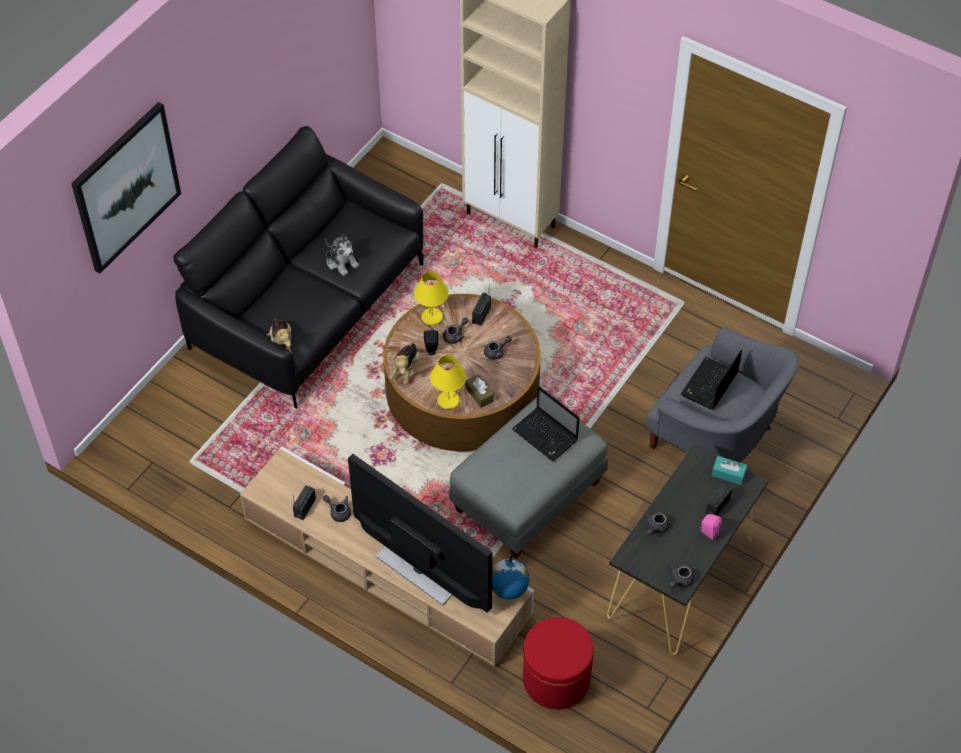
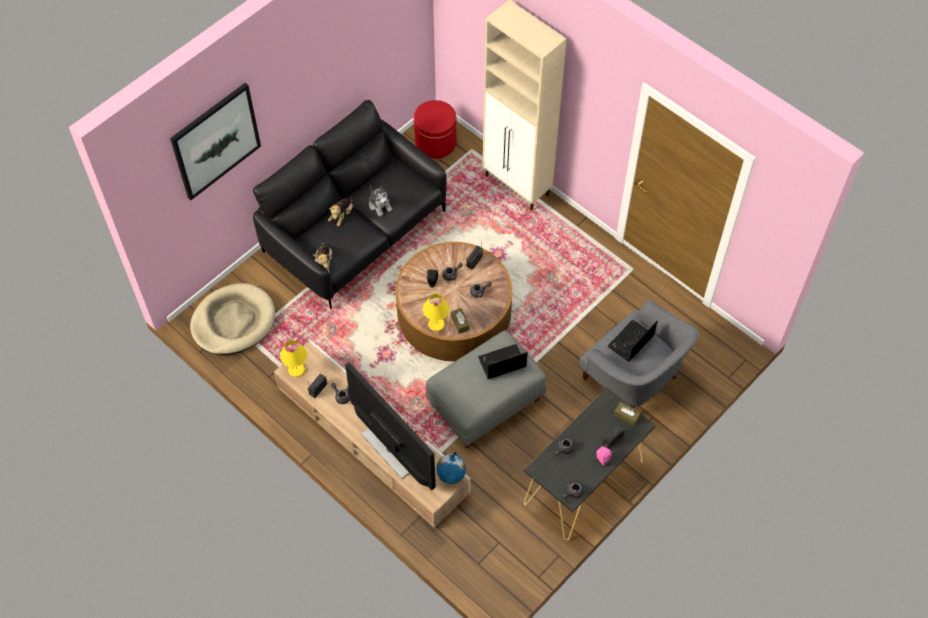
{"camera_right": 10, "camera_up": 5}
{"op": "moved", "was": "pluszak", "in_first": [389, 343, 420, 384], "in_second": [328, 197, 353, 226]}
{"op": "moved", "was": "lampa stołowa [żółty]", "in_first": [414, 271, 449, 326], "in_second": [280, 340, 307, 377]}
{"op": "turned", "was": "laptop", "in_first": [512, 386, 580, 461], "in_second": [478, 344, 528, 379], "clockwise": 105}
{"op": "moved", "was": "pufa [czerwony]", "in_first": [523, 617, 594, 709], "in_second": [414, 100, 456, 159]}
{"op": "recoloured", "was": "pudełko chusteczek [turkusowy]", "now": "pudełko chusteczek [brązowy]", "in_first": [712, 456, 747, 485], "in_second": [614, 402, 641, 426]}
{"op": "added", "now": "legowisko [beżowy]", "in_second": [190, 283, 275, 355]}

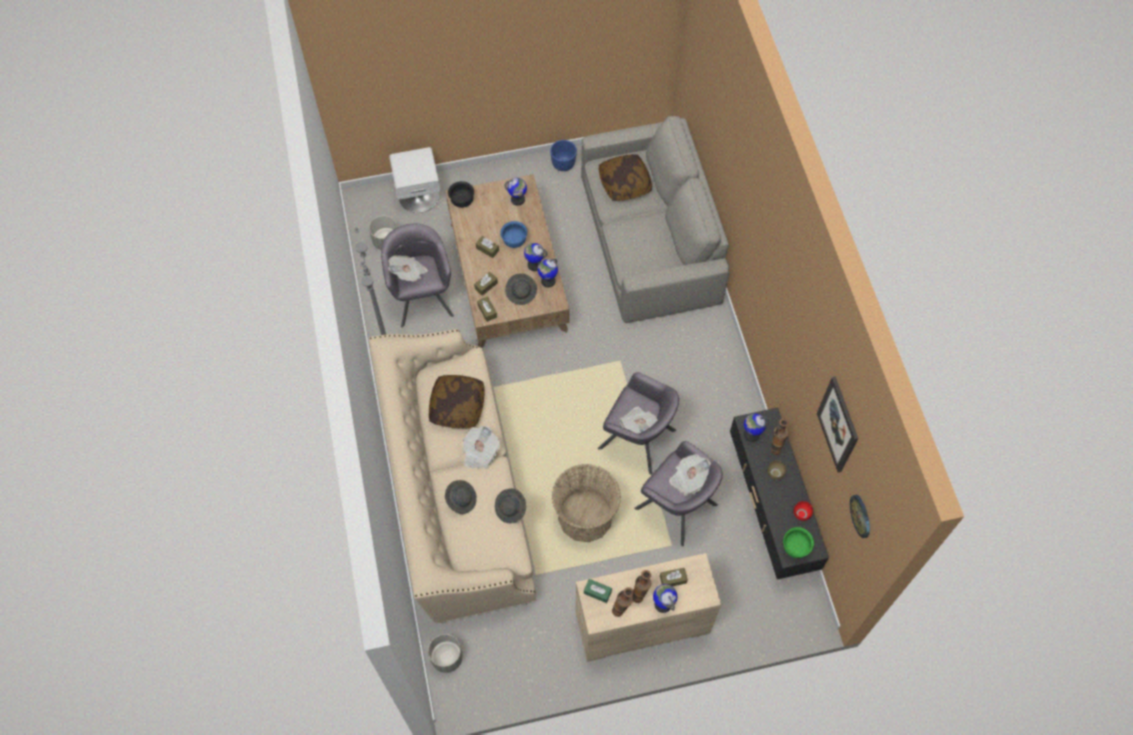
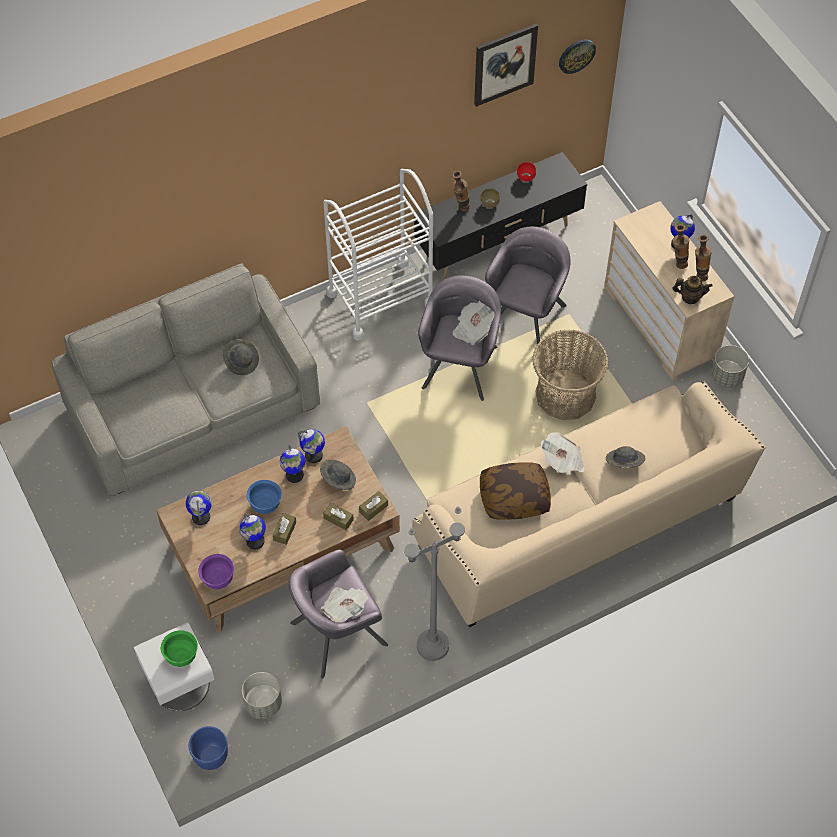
{"camera_right": -105, "camera_up": -5}
{"op": "moved", "was": "donica [szary]", "in_first": [428, 634, 463, 673], "in_second": [711, 345, 749, 388]}
{"op": "recoloured", "was": "miska [czarny]", "now": "miska [fioletowy]", "in_first": [448, 181, 474, 208], "in_second": [198, 554, 234, 589]}
{"op": "moved", "was": "kapelusz [szary]", "in_first": [495, 488, 526, 523], "in_second": [223, 339, 259, 375]}
{"op": "moved", "was": "donica [niebieski]", "in_first": [550, 140, 577, 171], "in_second": [189, 726, 228, 770]}
{"op": "replaced", "was": "pudełko chusteczek [zielony]", "now": "imbryk", "in_first": [584, 579, 612, 603], "in_second": [672, 276, 713, 304]}
{"op": "removed", "was": "poduszka", "in_first": [599, 154, 652, 201]}
{"op": "removed", "was": "pudełko chusteczek [brązowy]", "in_first": [660, 568, 688, 586]}
{"op": "removed", "was": "gazeta", "in_first": [669, 454, 711, 496]}
{"op": "moved", "was": "globus", "in_first": [744, 414, 769, 442], "in_second": [240, 513, 266, 549]}
{"op": "moved", "was": "miska [zielony]", "in_first": [783, 527, 814, 558], "in_second": [161, 630, 198, 667]}
{"op": "added", "now": "wózek [biały]", "in_second": [323, 169, 433, 341]}

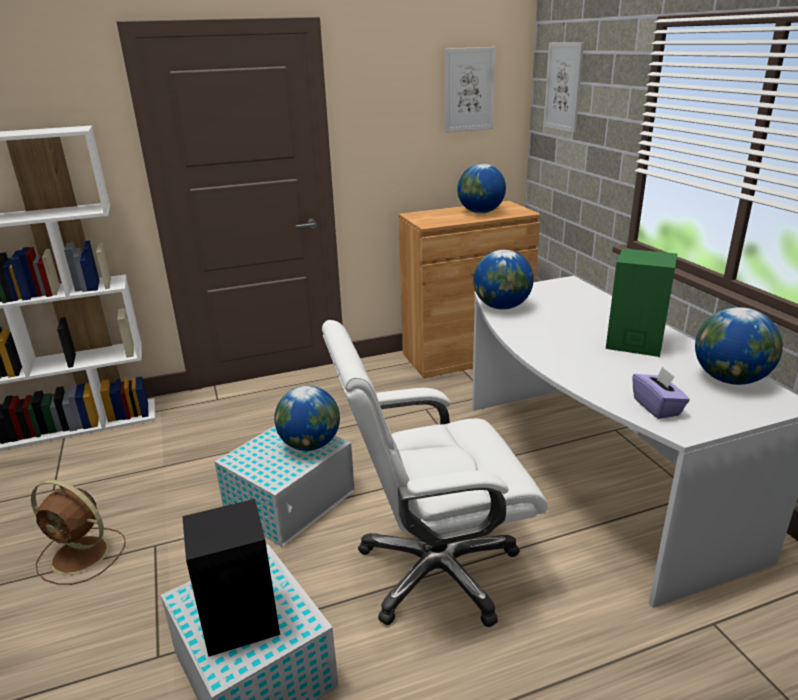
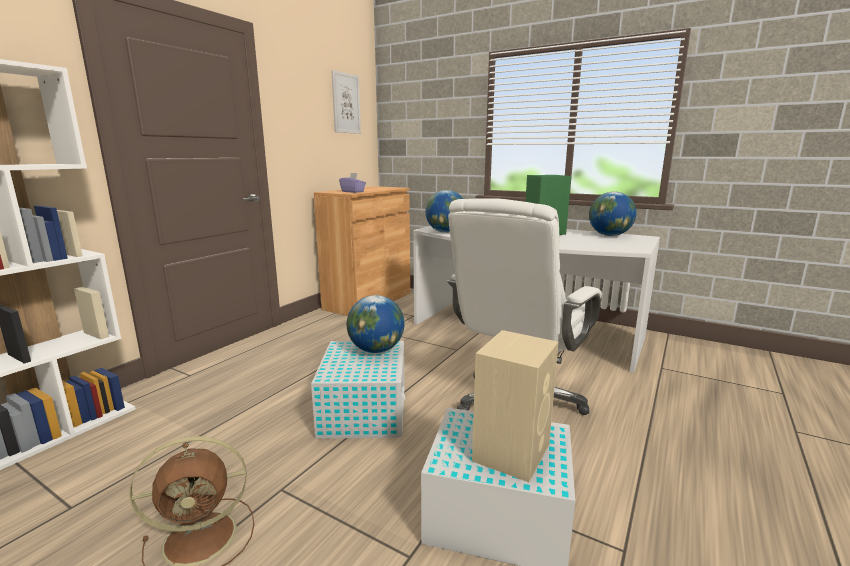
{"camera_right": -40, "camera_up": -10}
{"op": "recoloured", "was": "głośnik [czarny]", "now": "głośnik [beżowy]", "in_first": [182, 499, 280, 657], "in_second": [472, 330, 558, 482]}
{"op": "removed", "was": "globus", "in_first": [457, 164, 506, 213]}
{"op": "removed", "was": "obraz", "in_first": [543, 42, 584, 133]}
{"op": "moved", "was": "pudełko chusteczek [fioletowy]", "in_first": [632, 366, 690, 419], "in_second": [339, 173, 366, 193]}

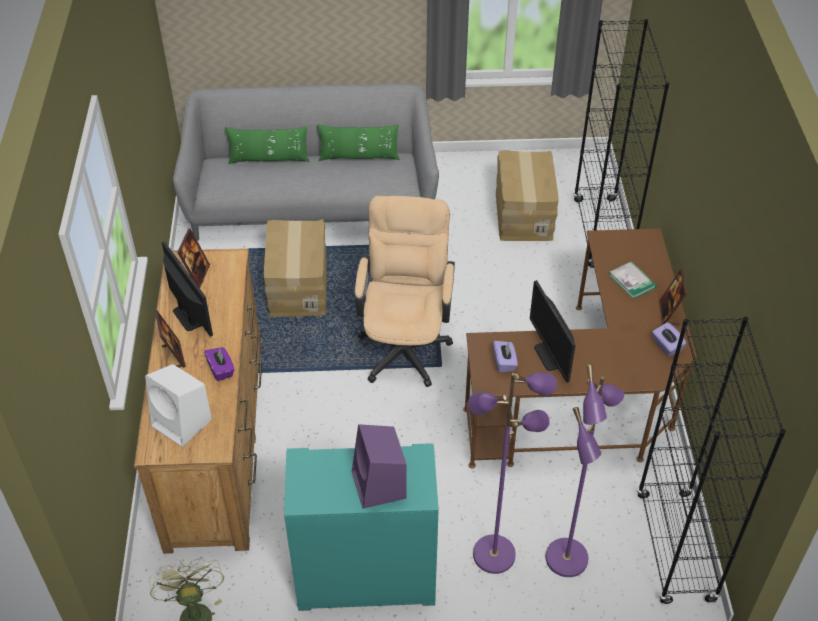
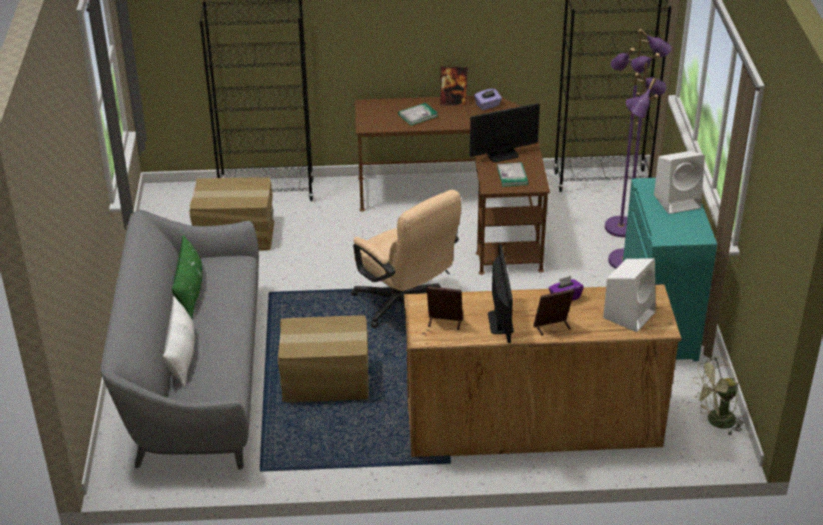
{"camera_right": -90, "camera_up": -10}
{"op": "turned", "was": "monitor", "in_first": [162, 241, 213, 337], "in_second": [488, 244, 514, 343], "clockwise": 120}
{"op": "recoloured", "was": "poduszka [zielony]", "now": "poduszka [biały]", "in_first": [225, 126, 309, 164], "in_second": [163, 296, 195, 388]}
{"op": "recoloured", "was": "głośnik [fioletowy]", "now": "głośnik [biały]", "in_first": [352, 424, 406, 509], "in_second": [654, 151, 705, 214]}
{"op": "turned", "was": "krzesło biurowe [beżowy]", "in_first": [355, 196, 455, 387], "in_second": [351, 190, 461, 328], "clockwise": -135}
{"op": "replaced", "was": "pudełko chusteczek [fioletowy]", "now": "książka", "in_first": [493, 341, 517, 373], "in_second": [497, 162, 529, 187]}

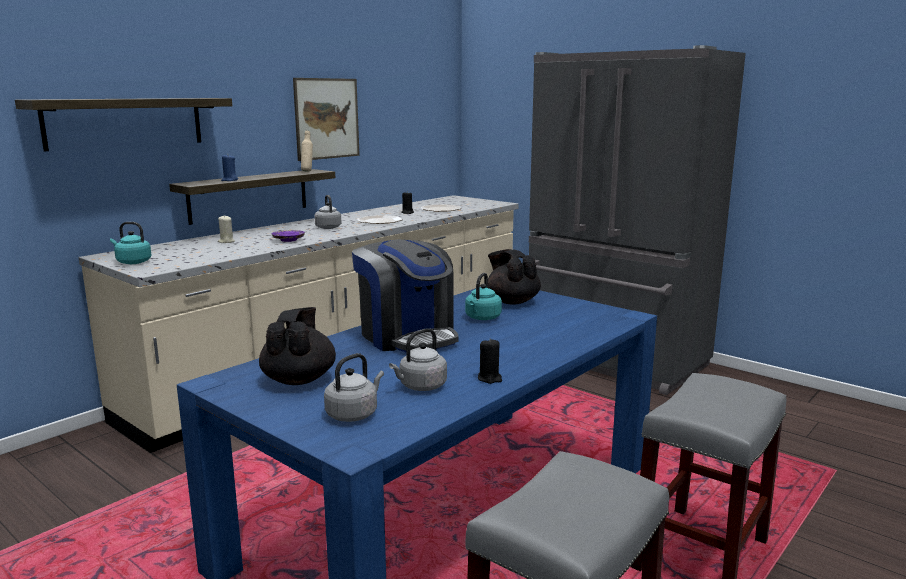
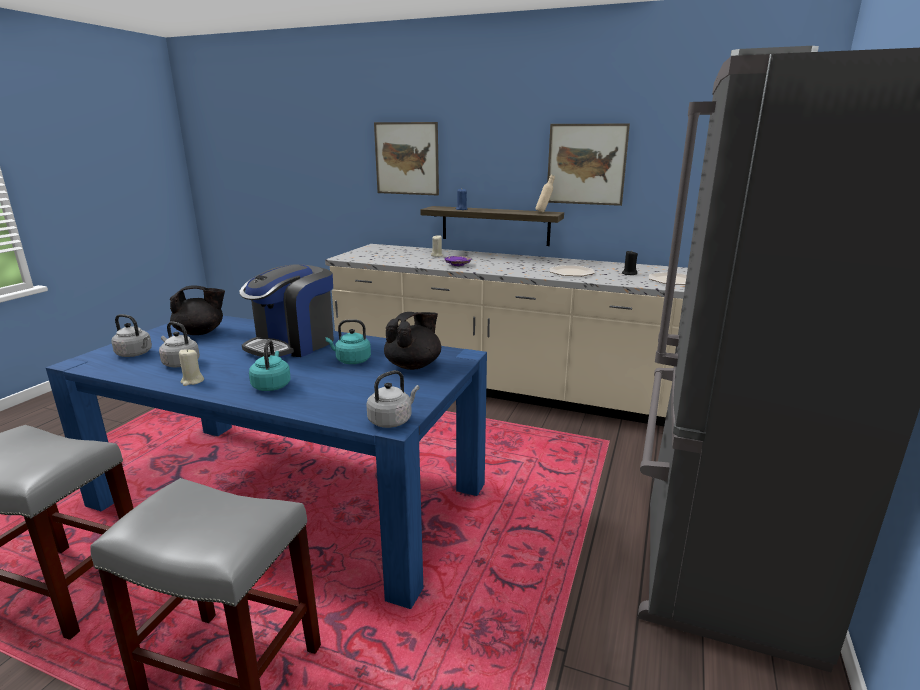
{"camera_right": 70, "camera_up": 5}
{"op": "replaced", "was": "półka", "now": "obraz", "in_first": [15, 98, 232, 151], "in_second": [374, 122, 439, 196]}
{"op": "moved", "was": "czajnik [turkusowy]", "in_first": [110, 222, 151, 264], "in_second": [249, 340, 291, 391]}
{"op": "moved", "was": "czajnik [szary]", "in_first": [314, 195, 341, 229], "in_second": [366, 370, 420, 428]}
{"op": "recoloured", "was": "świeca [czarny]", "now": "świeca [beżowy]", "in_first": [478, 338, 502, 384], "in_second": [179, 349, 204, 386]}

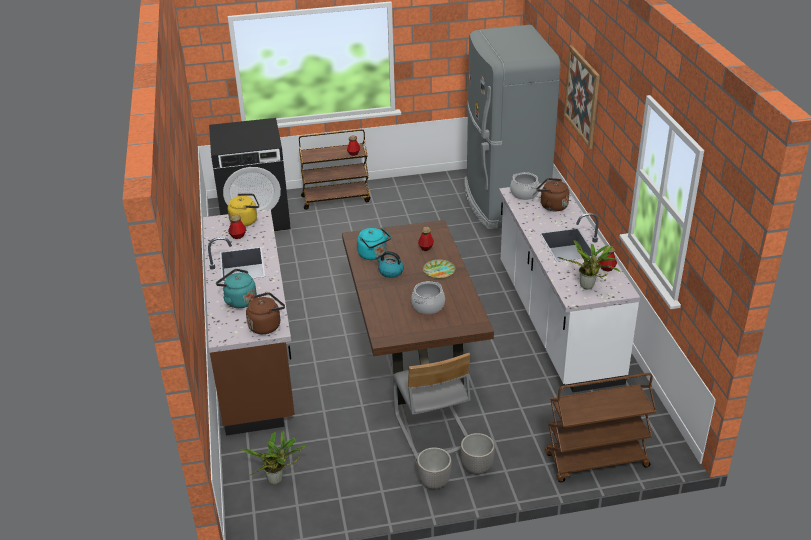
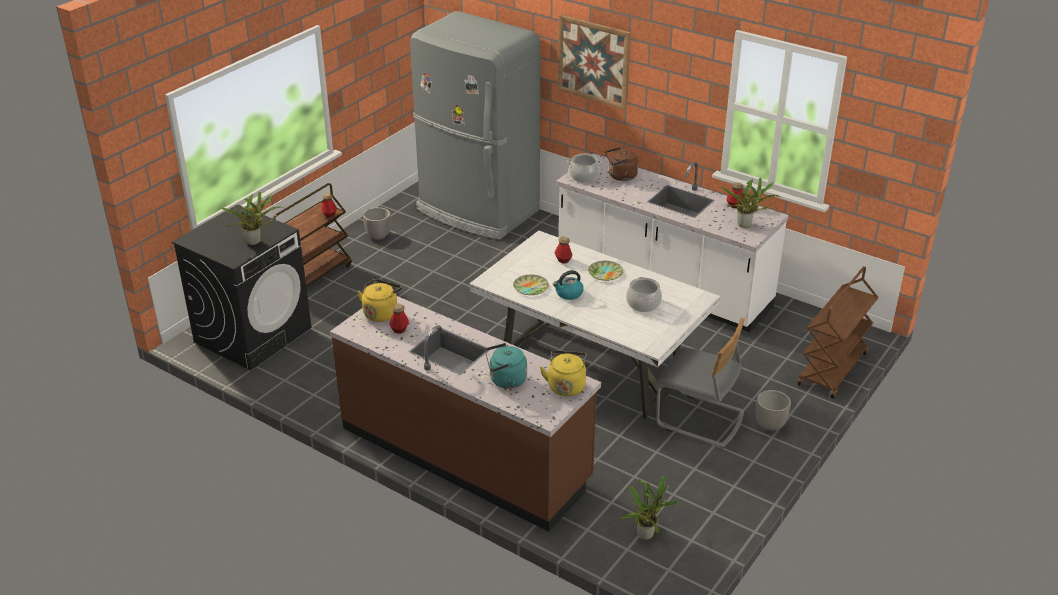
{"camera_right": -45, "camera_up": 0}
{"op": "recoloured", "was": "czajnik [brązowy]", "now": "czajnik [żółty]", "in_first": [246, 292, 285, 334], "in_second": [540, 350, 587, 396]}
{"op": "recoloured", "was": "stół jadalny [brązowy]", "now": "stół jadalny [biały]", "in_first": [342, 220, 494, 405], "in_second": [469, 230, 720, 419]}
{"op": "replaced", "was": "czajnik [turkusowy]", "now": "talerz", "in_first": [357, 228, 391, 260], "in_second": [513, 275, 549, 295]}
{"op": "moved", "was": "donica", "in_first": [417, 447, 452, 489], "in_second": [363, 207, 391, 240]}
{"op": "added", "now": "roślina doniczkowa", "in_second": [219, 192, 284, 245]}

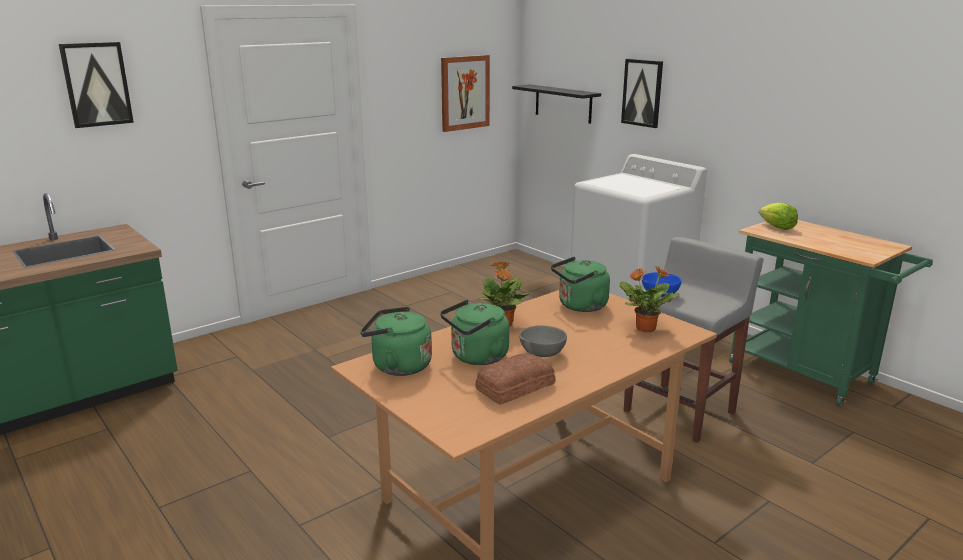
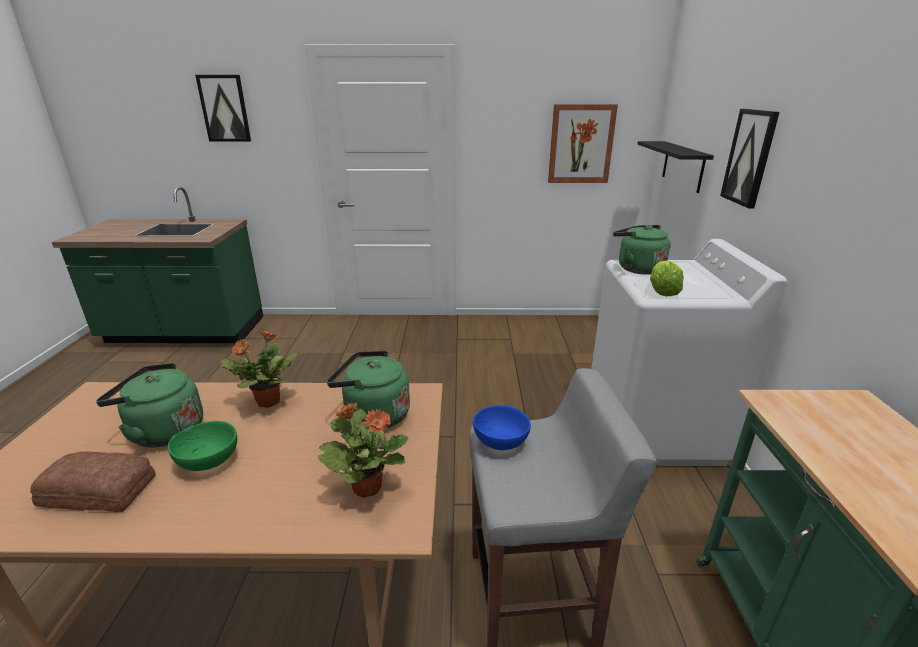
{"camera_right": 40, "camera_up": 5}
{"op": "moved", "was": "czajnik [zielony]", "in_first": [360, 307, 432, 376], "in_second": [613, 225, 671, 275]}
{"op": "recoloured", "was": "miska [szary]", "now": "miska [zielony]", "in_first": [519, 325, 567, 357], "in_second": [168, 421, 237, 471]}
{"op": "moved", "was": "sałata", "in_first": [759, 203, 798, 230], "in_second": [650, 261, 684, 296]}

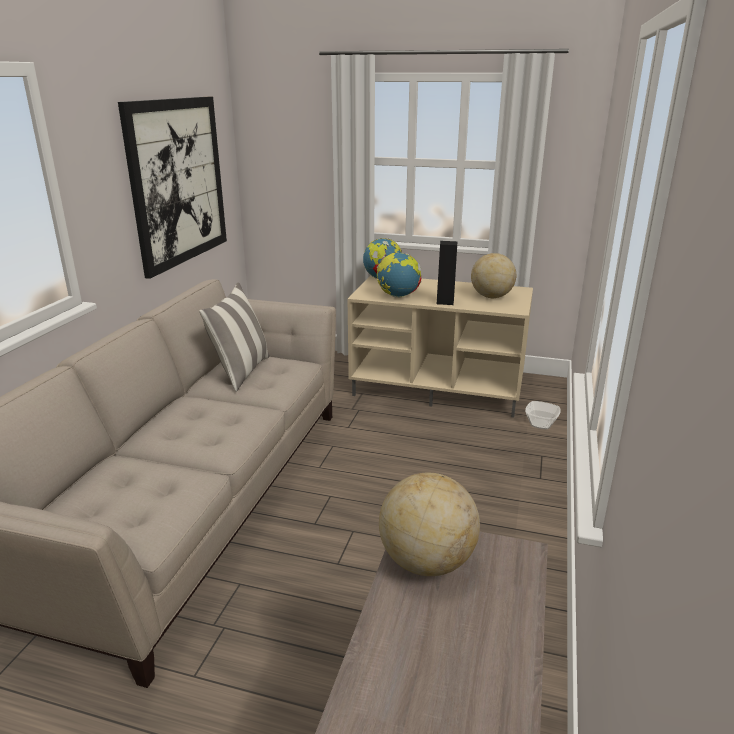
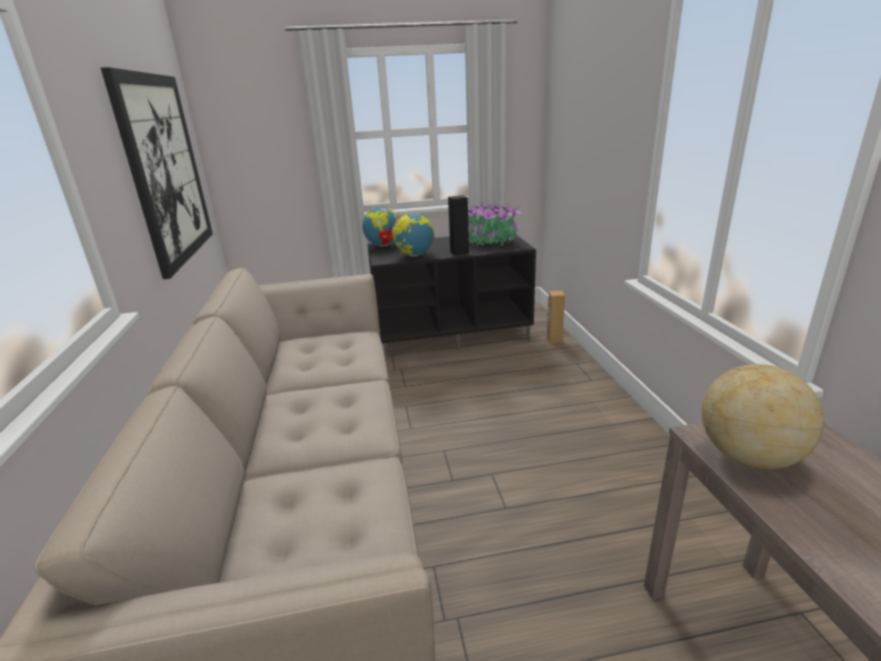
{"camera_right": -25, "camera_up": 0}
{"op": "removed", "was": "poduszka", "in_first": [199, 282, 270, 392]}
{"op": "recoloured", "was": "szafka pod telewizor [beżowy]", "now": "szafka pod telewizor [czarny]", "in_first": [348, 275, 533, 417], "in_second": [368, 231, 536, 359]}
{"op": "replaced", "was": "globus", "now": "roślina doniczkowa", "in_first": [471, 253, 516, 298], "in_second": [468, 200, 522, 246]}
{"op": "replaced", "was": "miska", "now": "głośnik [brązowy]", "in_first": [525, 401, 561, 430], "in_second": [547, 290, 565, 344]}

